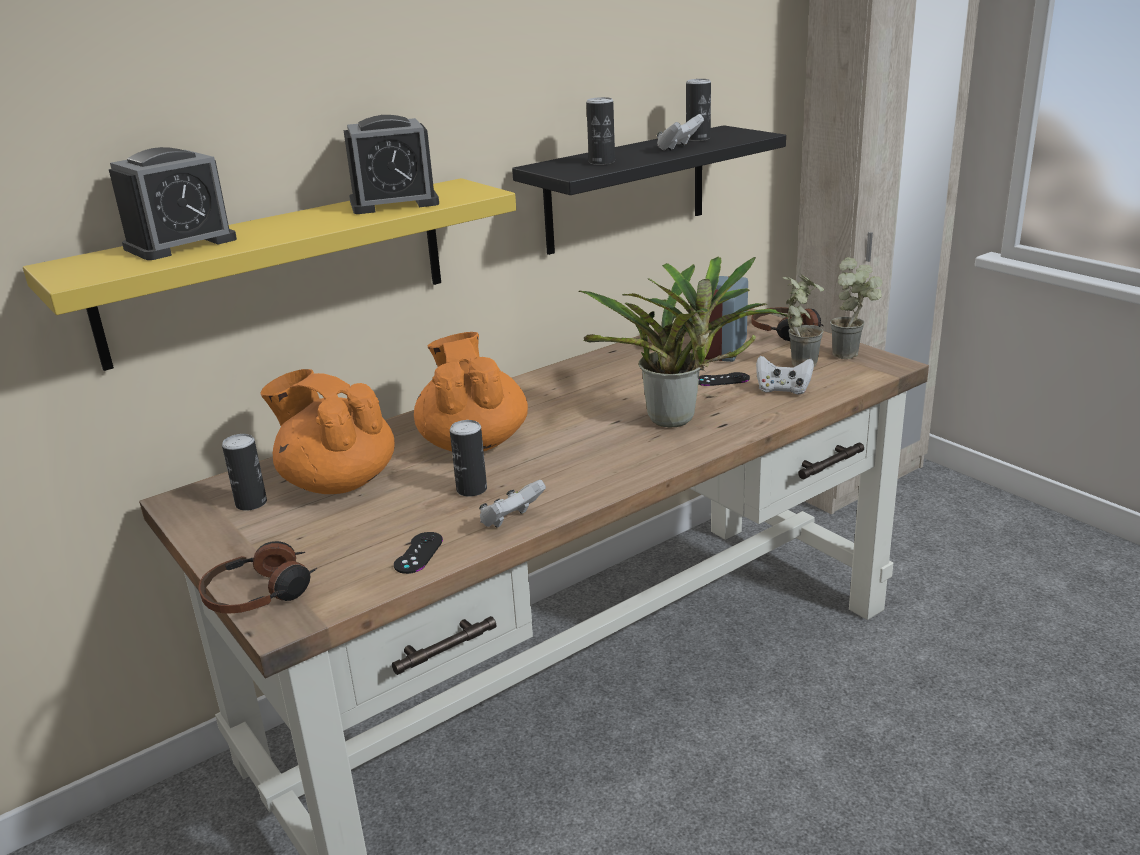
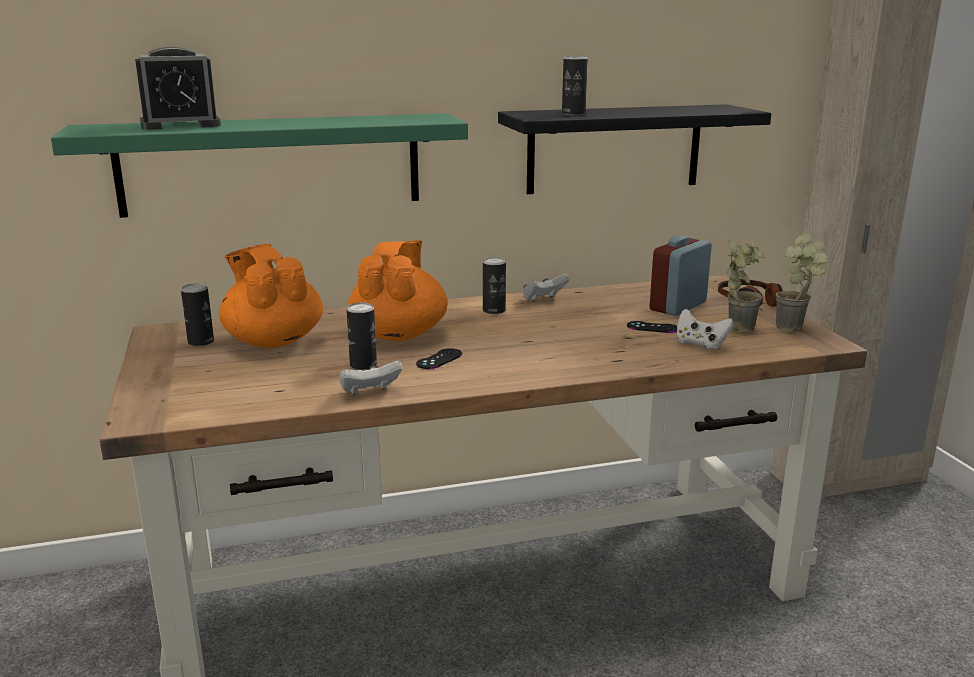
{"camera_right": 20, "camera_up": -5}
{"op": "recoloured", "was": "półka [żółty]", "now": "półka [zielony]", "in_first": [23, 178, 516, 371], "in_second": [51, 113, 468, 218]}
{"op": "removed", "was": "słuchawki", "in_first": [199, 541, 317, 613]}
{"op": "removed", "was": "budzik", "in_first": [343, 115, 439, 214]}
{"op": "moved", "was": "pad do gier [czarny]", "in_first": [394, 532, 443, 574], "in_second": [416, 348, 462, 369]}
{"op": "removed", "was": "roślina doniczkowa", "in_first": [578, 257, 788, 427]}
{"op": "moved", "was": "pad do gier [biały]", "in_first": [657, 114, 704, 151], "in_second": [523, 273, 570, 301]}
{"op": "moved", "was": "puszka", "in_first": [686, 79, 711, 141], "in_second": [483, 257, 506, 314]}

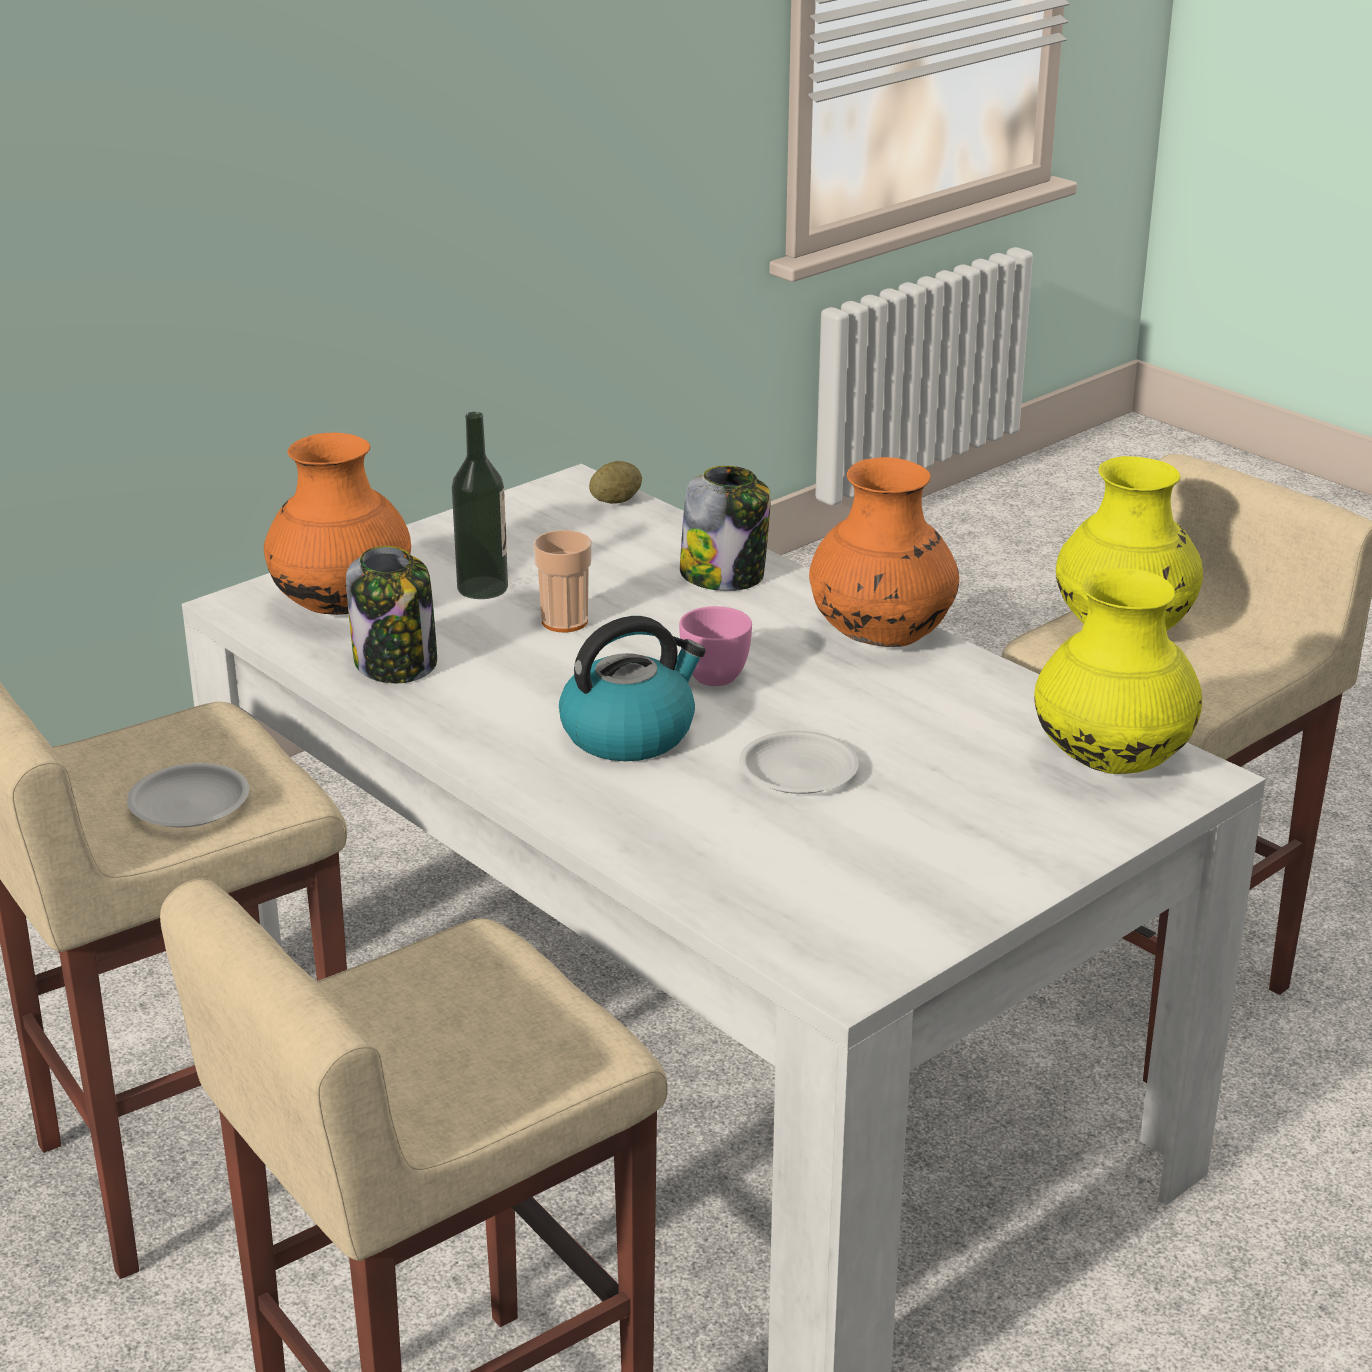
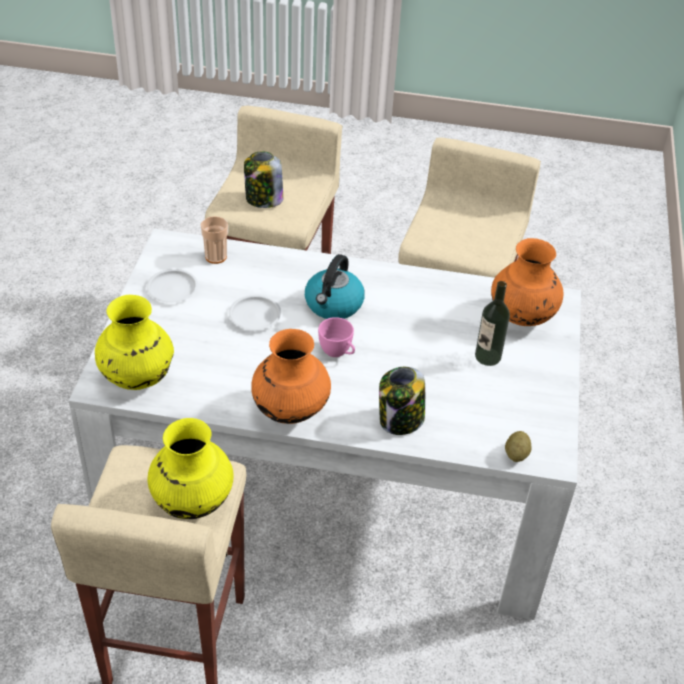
{"camera_right": 140, "camera_up": 15}
{"op": "moved", "was": "talerz [biały]", "in_first": [127, 763, 249, 828], "in_second": [147, 269, 198, 303]}
{"op": "moved", "was": "słoik", "in_first": [346, 546, 437, 683], "in_second": [244, 151, 283, 208]}
{"op": "moved", "was": "filiżanka", "in_first": [533, 530, 592, 632], "in_second": [201, 216, 228, 264]}

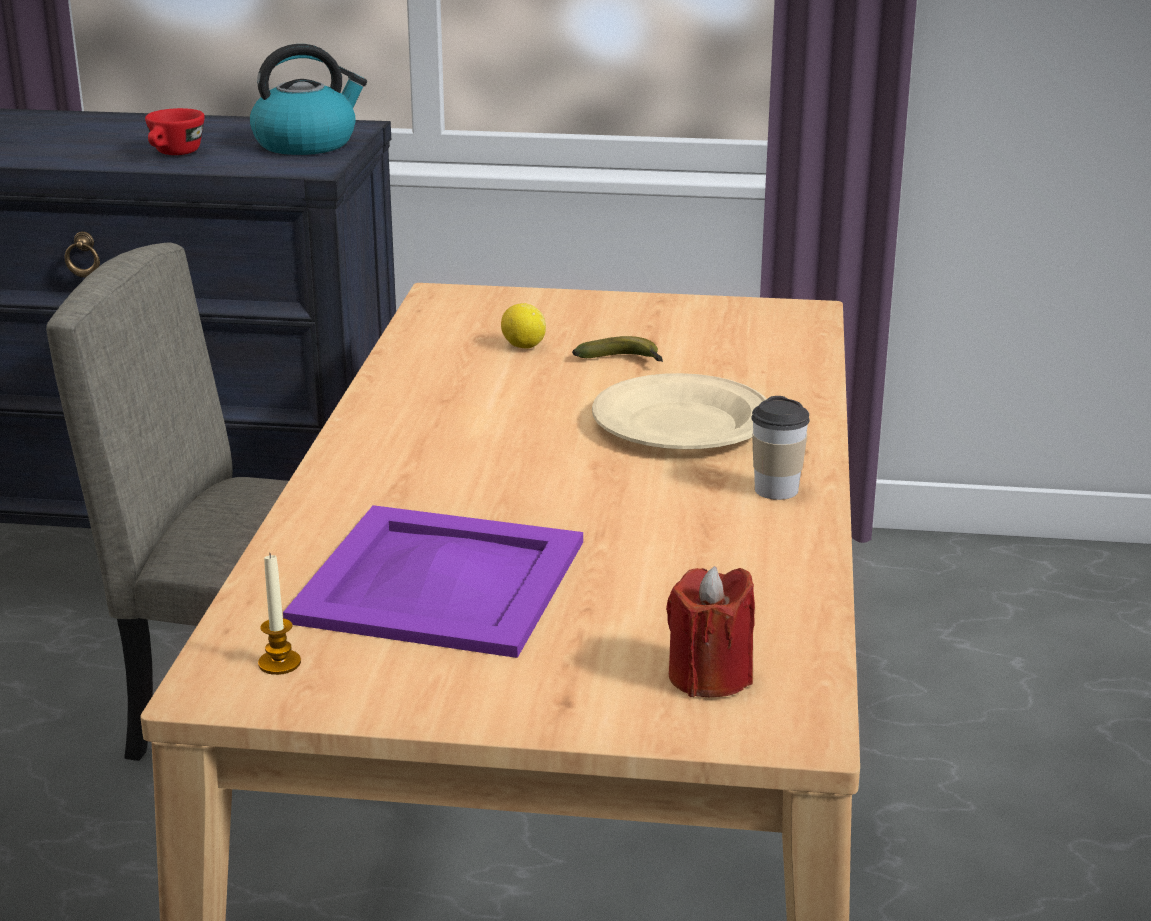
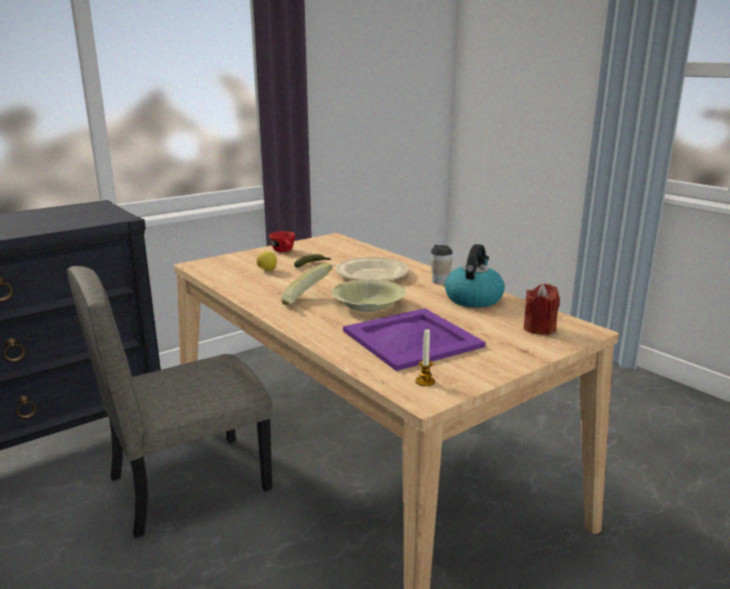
{"camera_right": -45, "camera_up": -5}
{"op": "moved", "was": "filiżanka [czerwony]", "in_first": [145, 108, 205, 155], "in_second": [269, 231, 295, 252]}
{"op": "moved", "was": "czajnik", "in_first": [250, 44, 367, 155], "in_second": [445, 244, 505, 308]}
{"op": "added", "now": "banan", "in_second": [281, 263, 332, 305]}
{"op": "added", "now": "miska [żółty]", "in_second": [331, 280, 406, 312]}

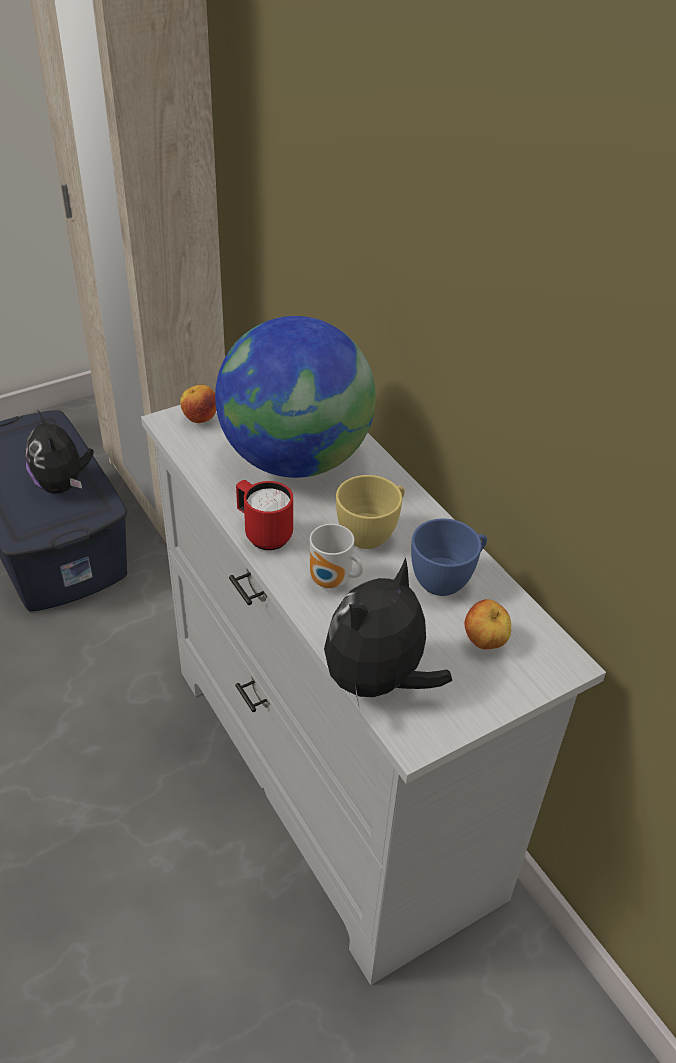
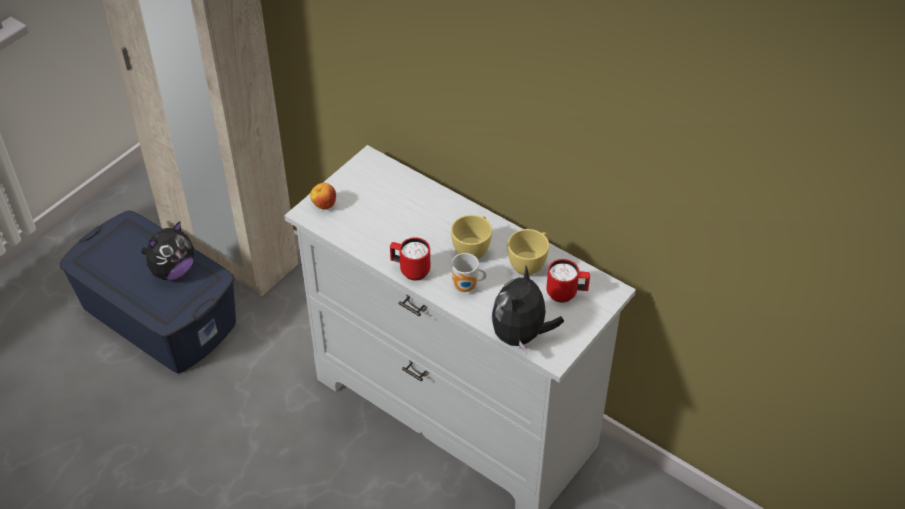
{"camera_right": -20, "camera_up": 5}
{"op": "turned", "was": "pluszak", "in_first": [25, 411, 94, 494], "in_second": [141, 221, 194, 280], "clockwise": -90}
{"op": "removed", "was": "globus", "in_first": [215, 316, 376, 478]}
{"op": "recoloured", "was": "filiżanka [niebieski]", "now": "filiżanka [żółty]", "in_first": [411, 519, 487, 596], "in_second": [508, 229, 549, 275]}
{"op": "replaced", "was": "jabłko", "now": "kubek [czerwony]", "in_first": [465, 599, 511, 649], "in_second": [546, 259, 590, 303]}

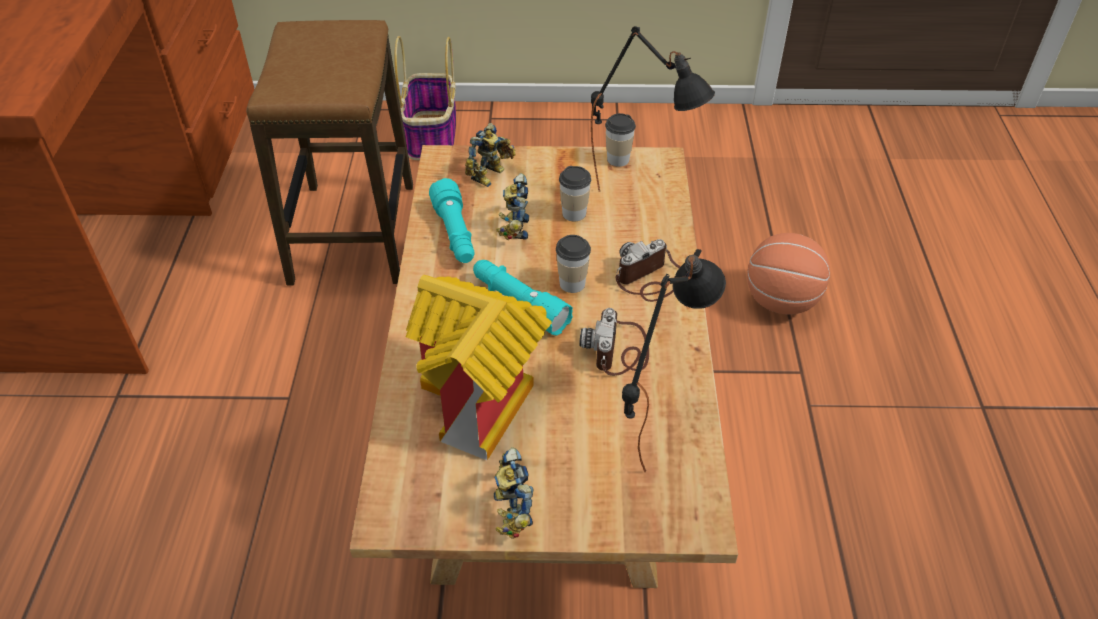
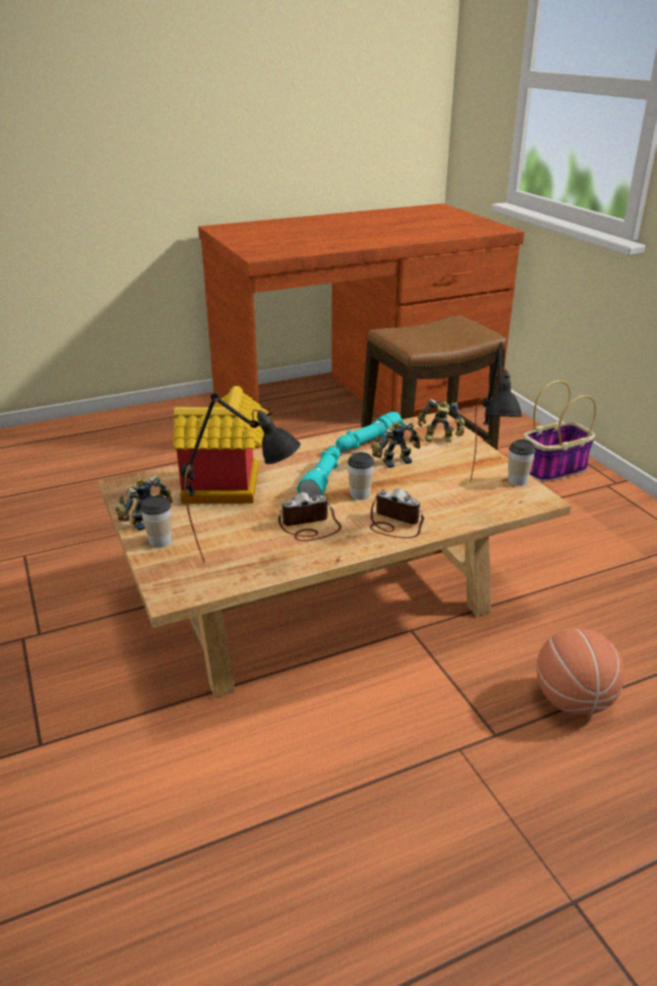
{"camera_right": 65, "camera_up": -15}
{"op": "moved", "was": "filiżanka", "in_first": [559, 166, 591, 221], "in_second": [140, 495, 172, 548]}

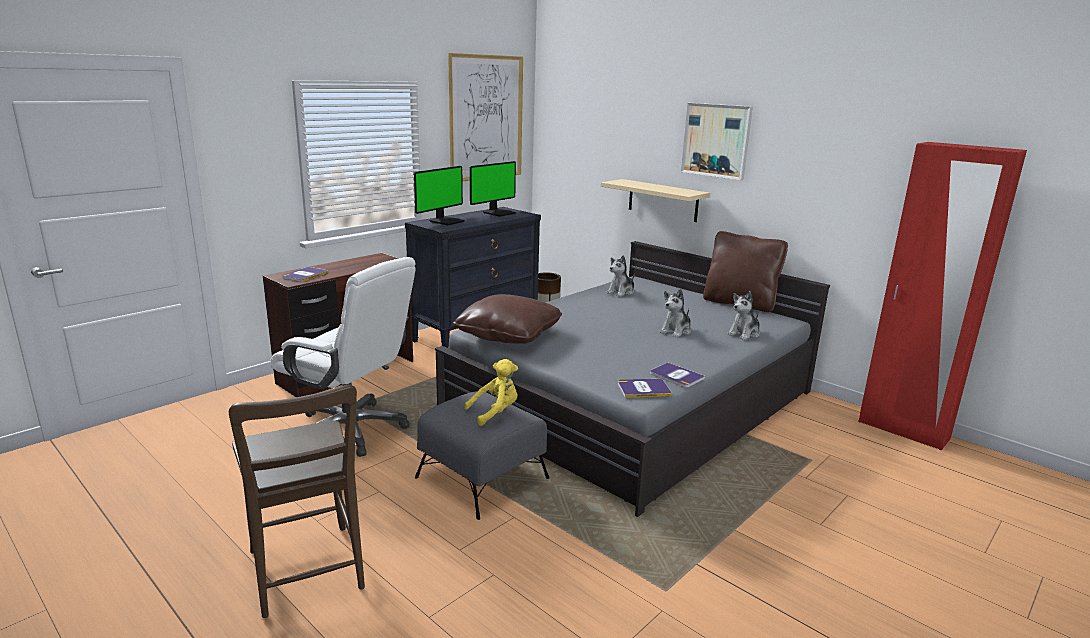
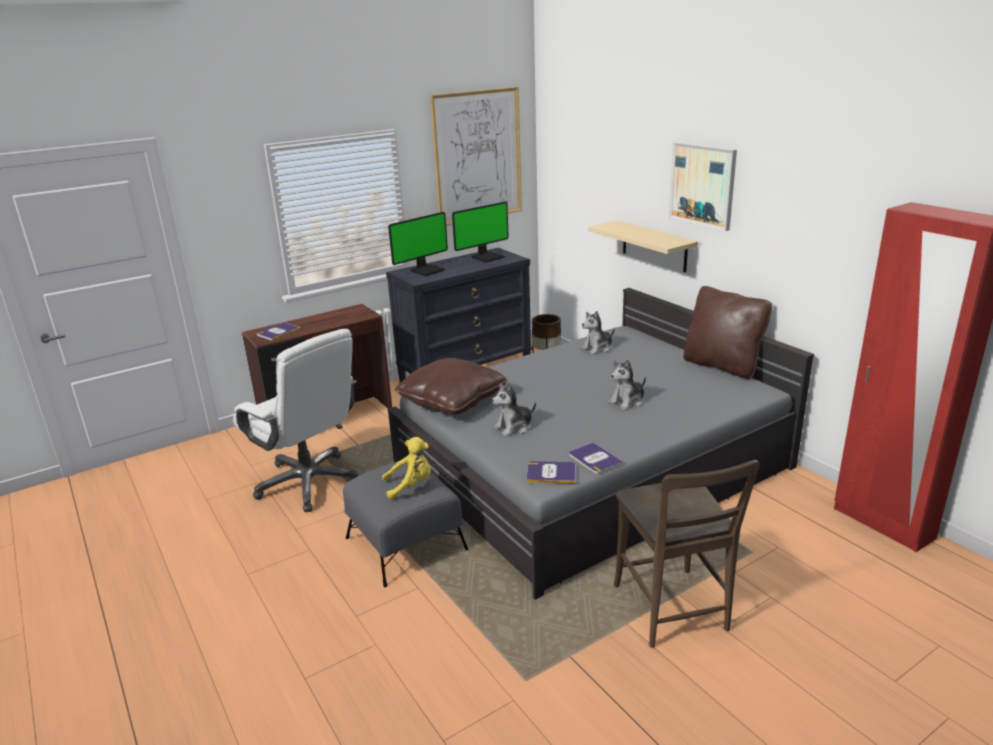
{"camera_right": 15, "camera_up": 5}
{"op": "moved", "was": "krzesło [brązowy]", "in_first": [229, 385, 365, 618], "in_second": [614, 460, 760, 648]}
{"op": "moved", "was": "pluszak", "in_first": [727, 291, 760, 340], "in_second": [492, 383, 536, 437]}

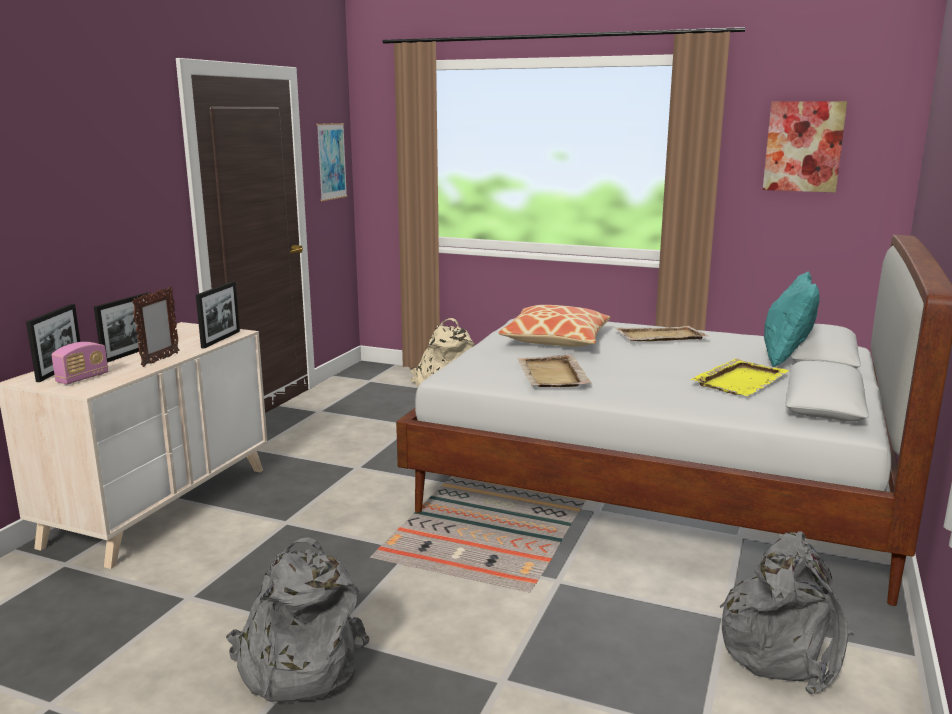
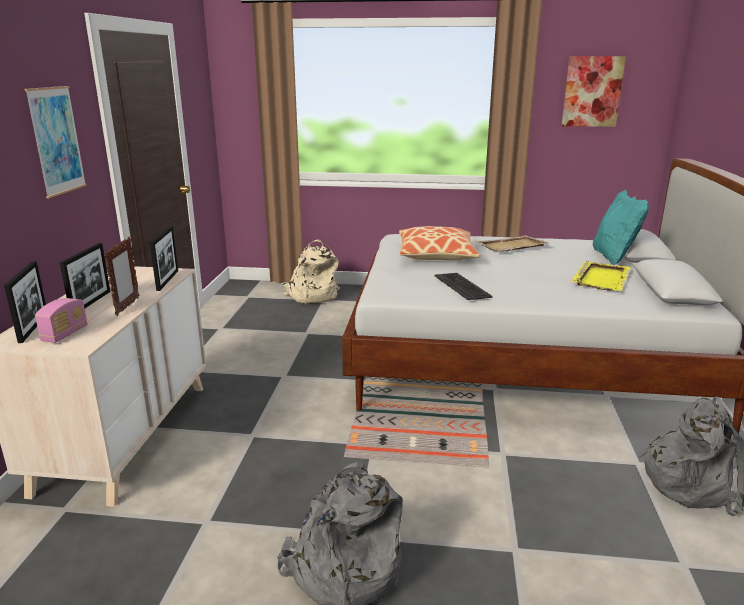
{"camera_right": -15, "camera_up": 5}
{"op": "moved", "was": "obraz", "in_first": [316, 123, 348, 201], "in_second": [24, 86, 87, 199]}
{"op": "replaced", "was": "taca [beżowy]", "now": "klawiatura", "in_first": [517, 355, 592, 387], "in_second": [434, 273, 492, 300]}

